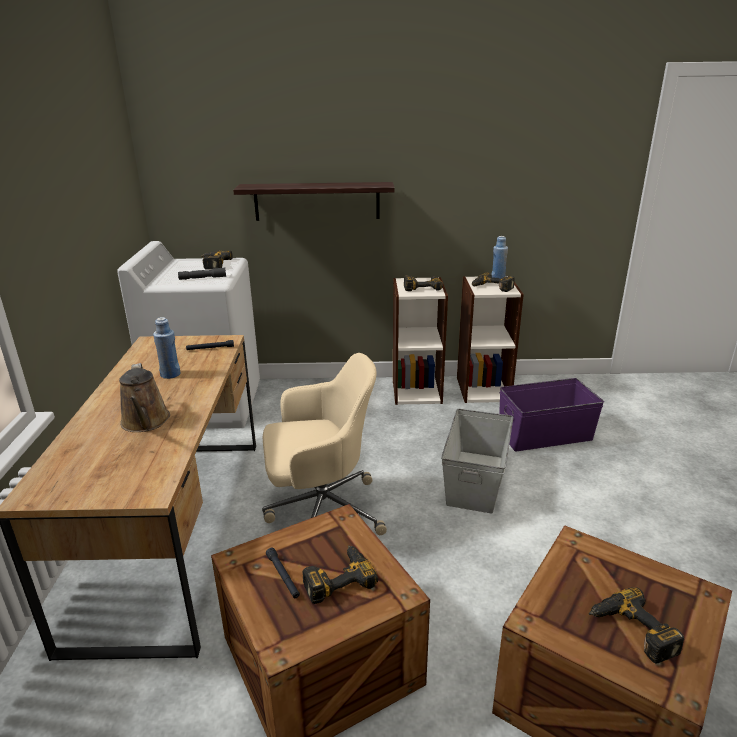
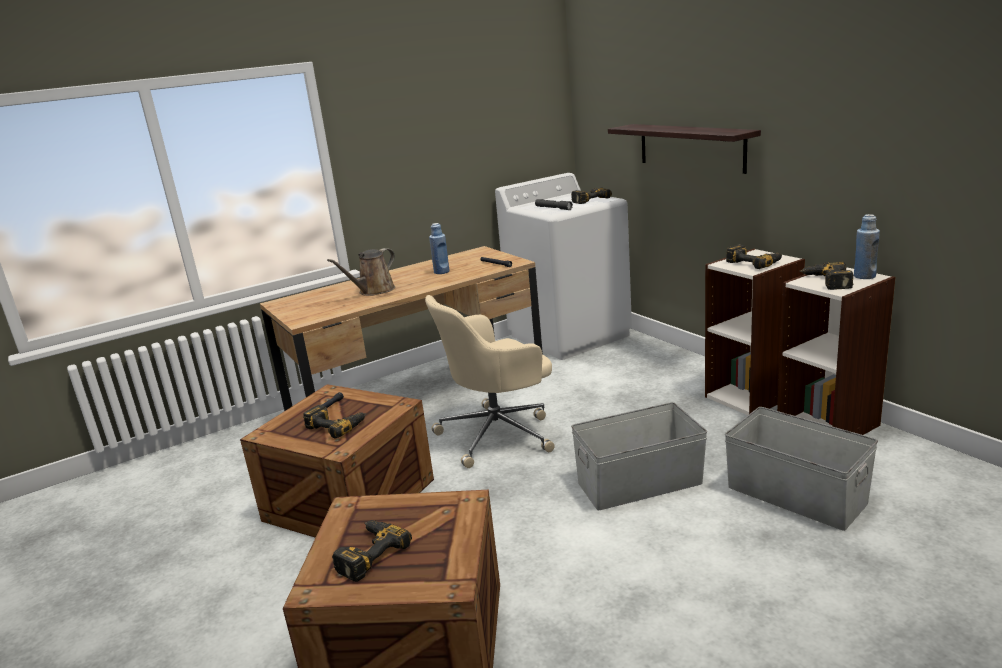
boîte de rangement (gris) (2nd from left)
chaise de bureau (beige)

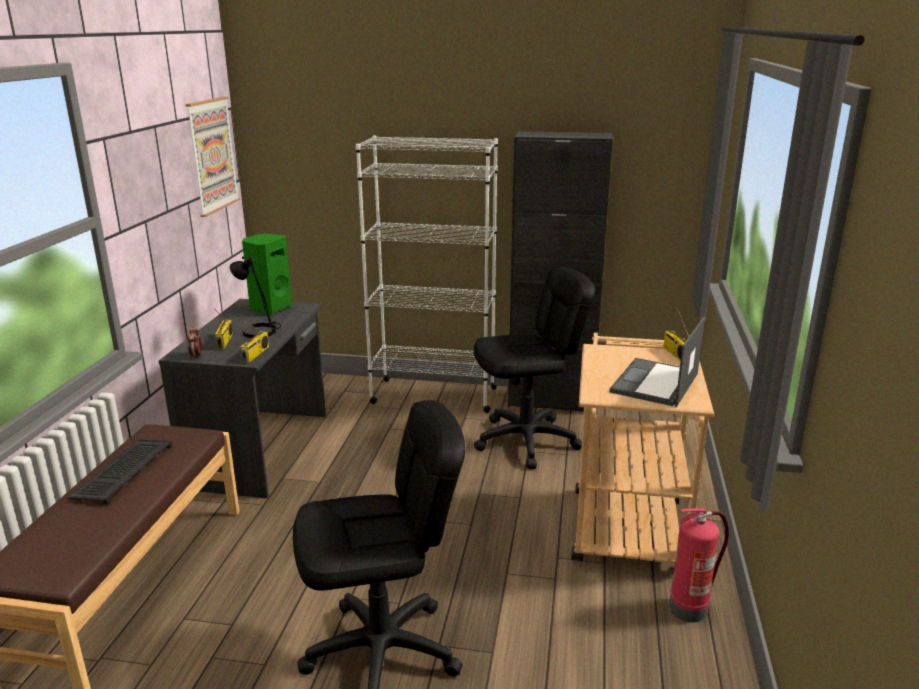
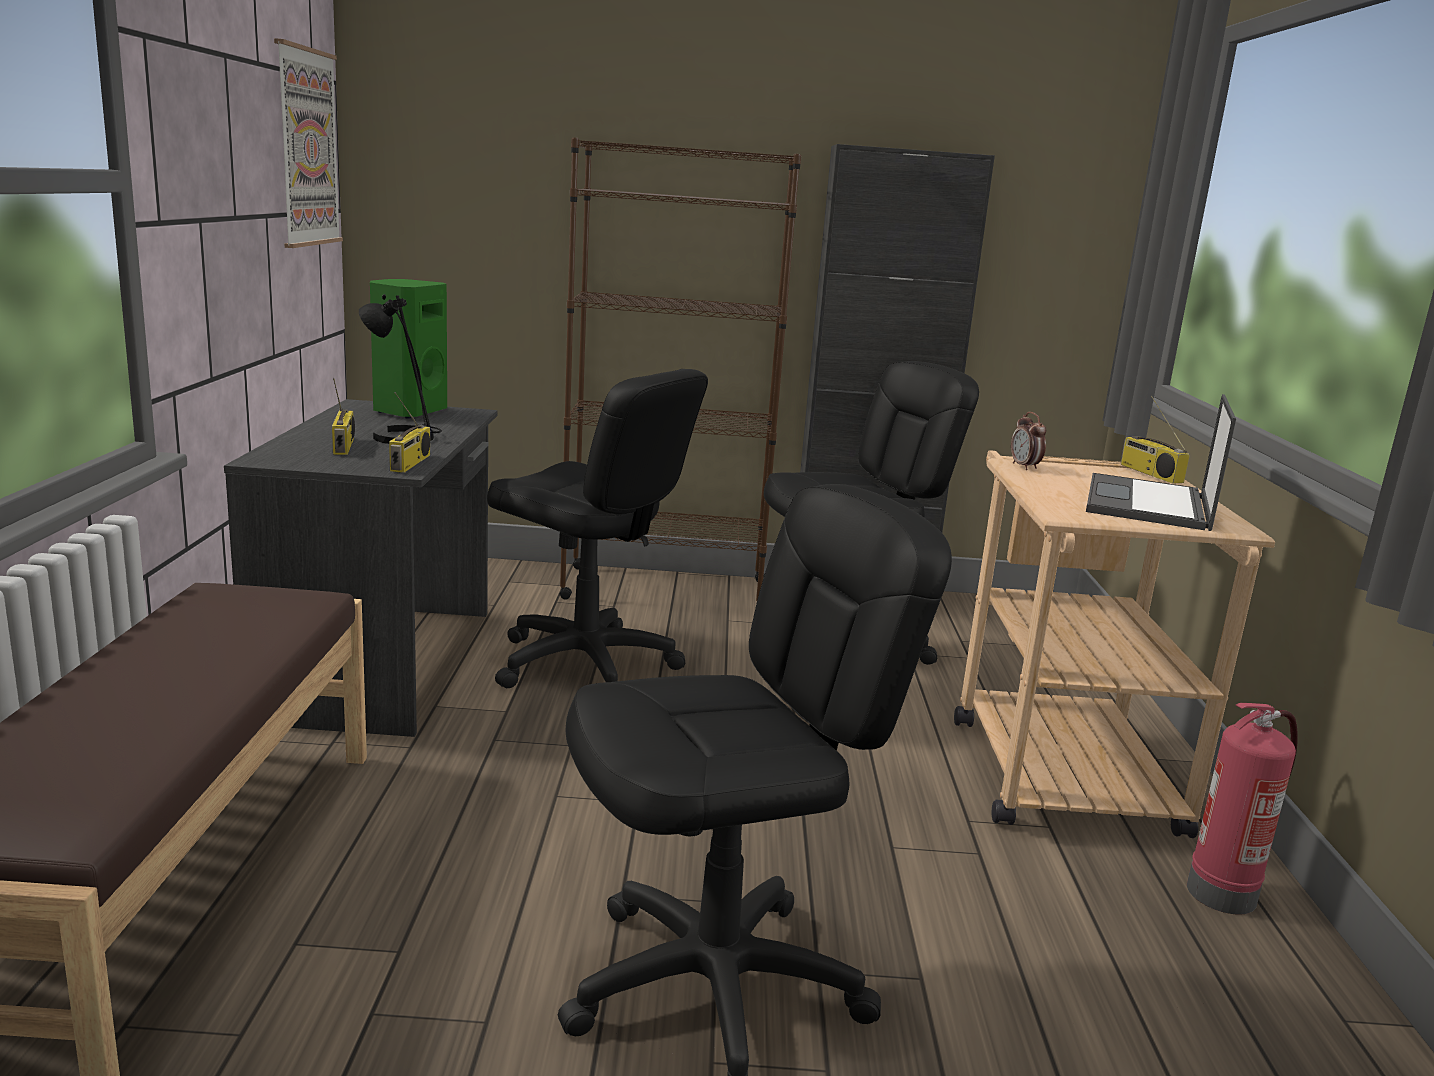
clavier
chaise de bureau (noir) (1st from left)
réveil
bibliothèque (marron)

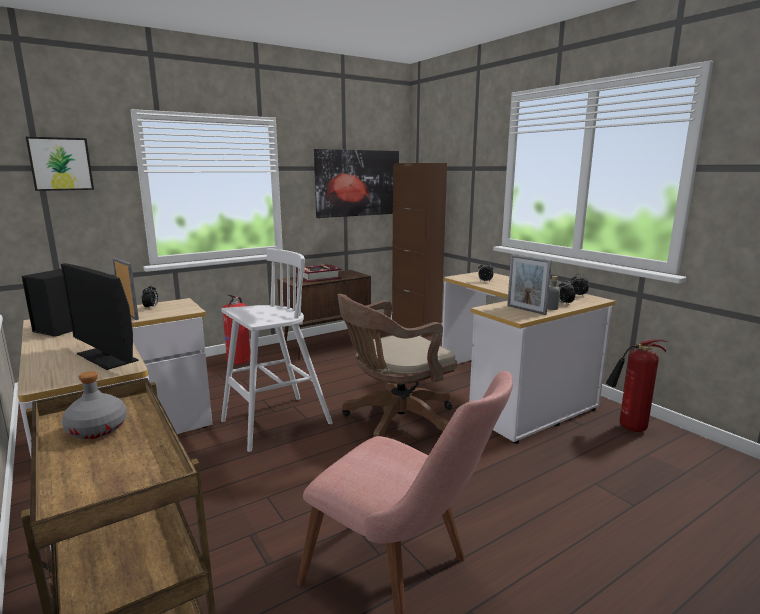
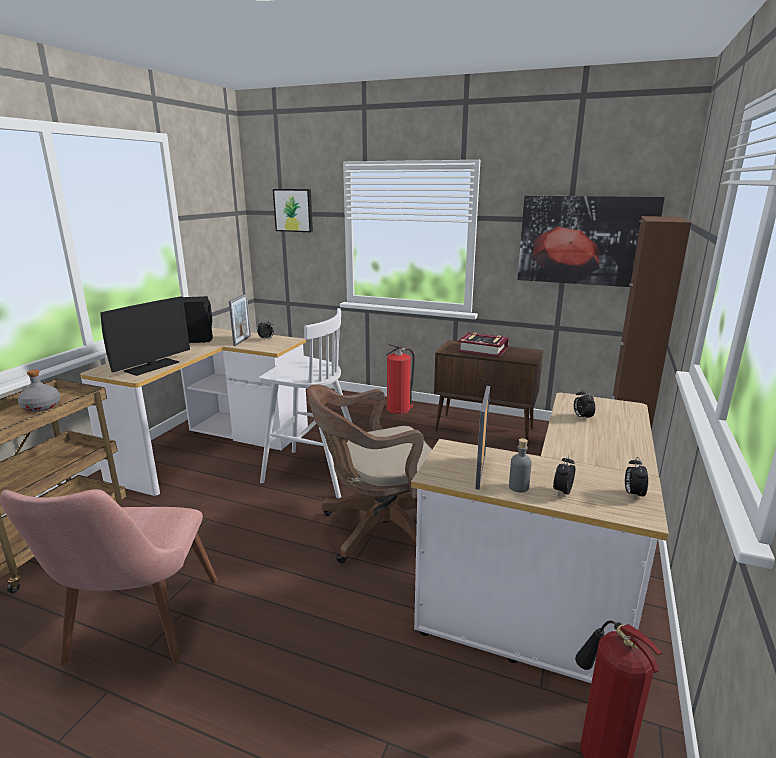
écran d'ordinateur
chaise de bureau (marron)

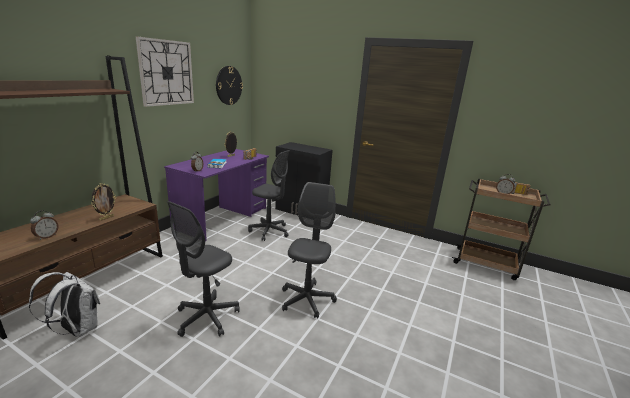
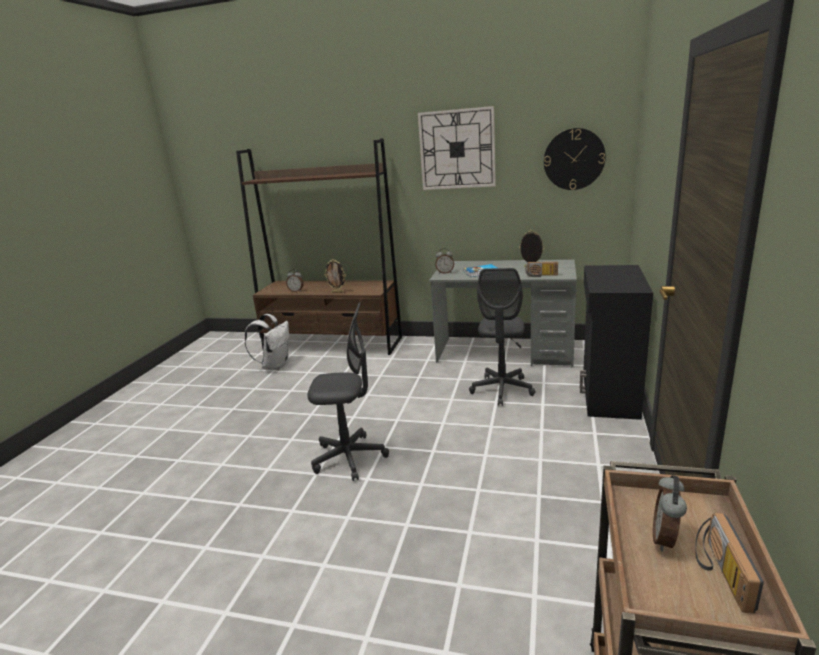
chaise de bureau (gris) (1st from left in the first image)
bureau (gris)

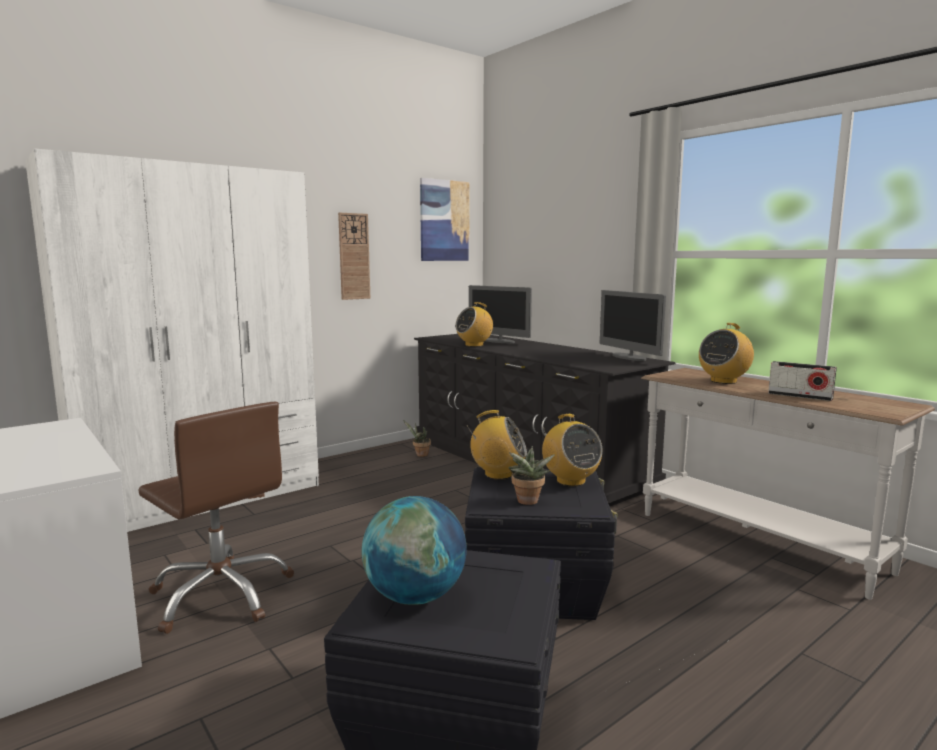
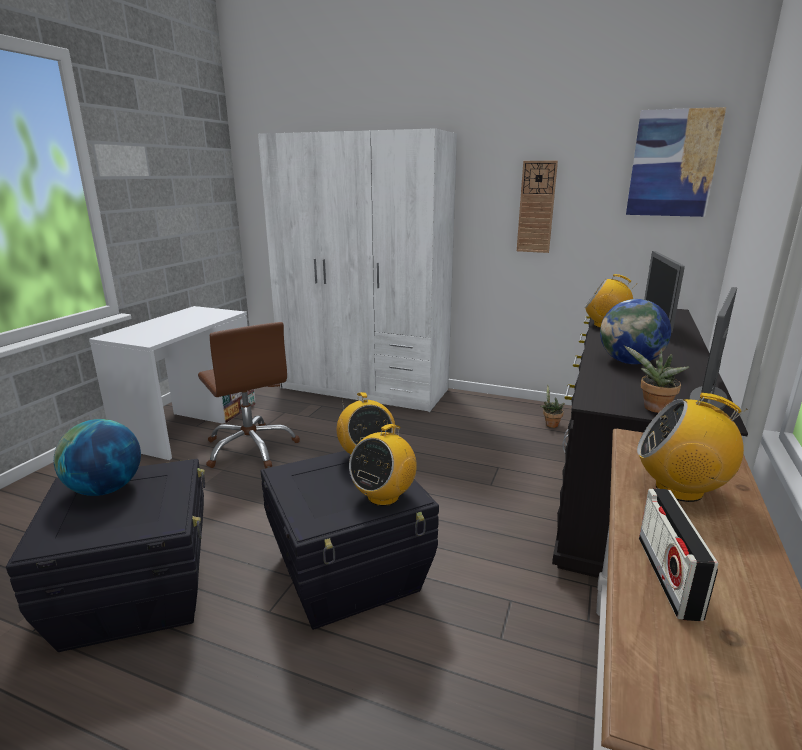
globe (2nd from left)
plante en pot (2nd from left)
chaise de bureau (marron)

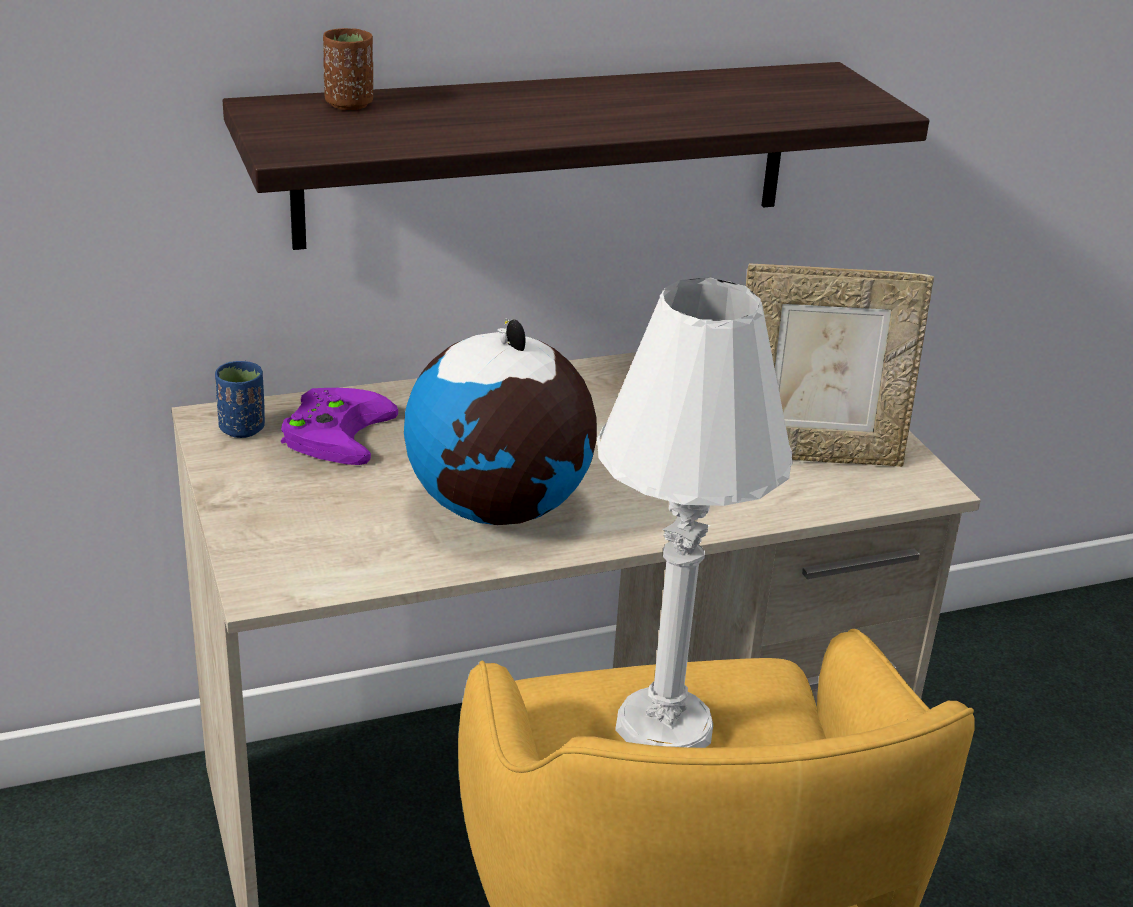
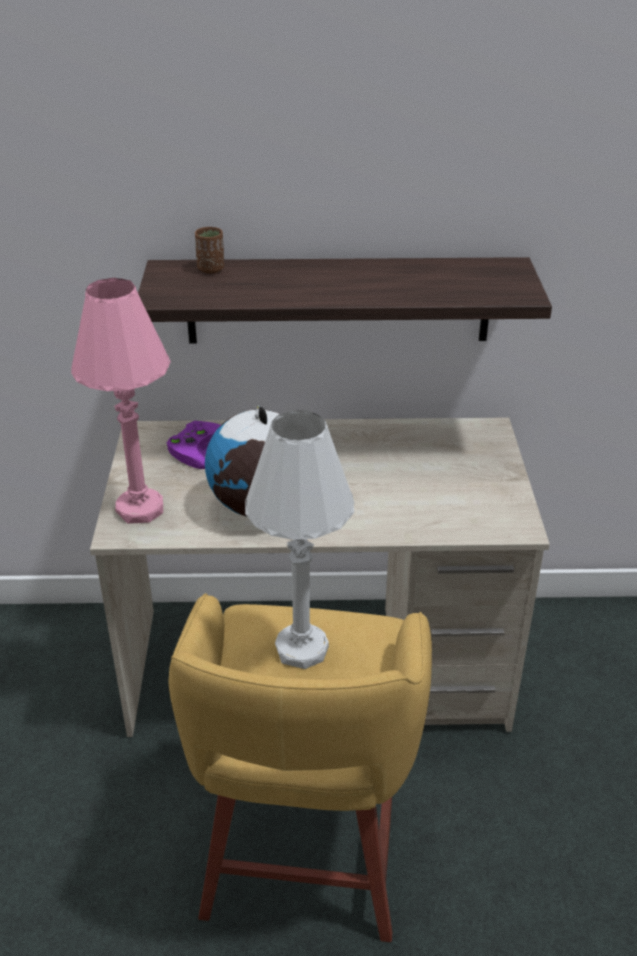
tasse (bleu)
cadre photo
lampe de table (rose)

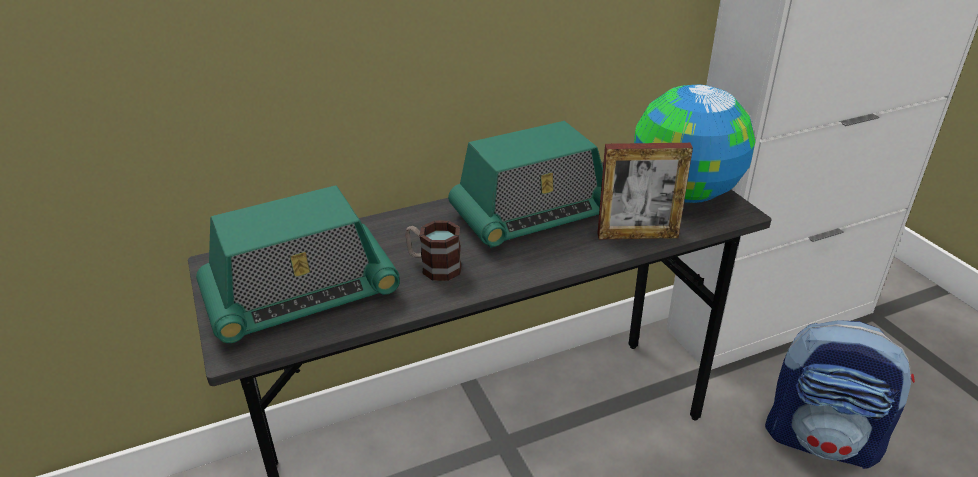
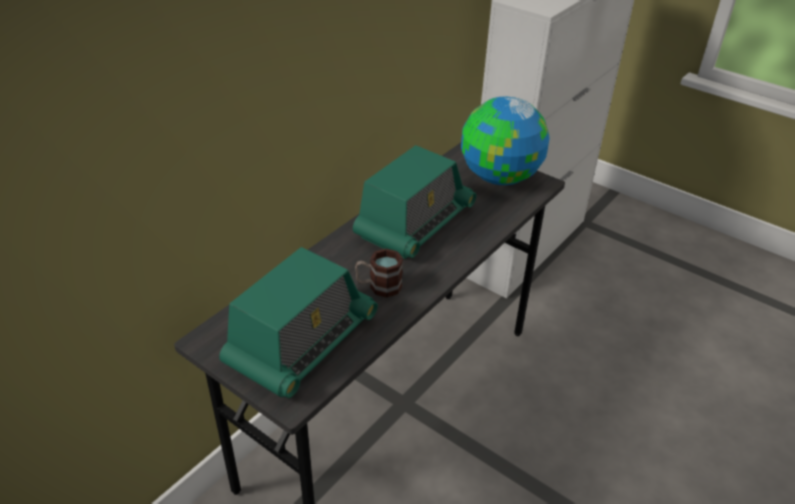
cadre photo
sac à dos

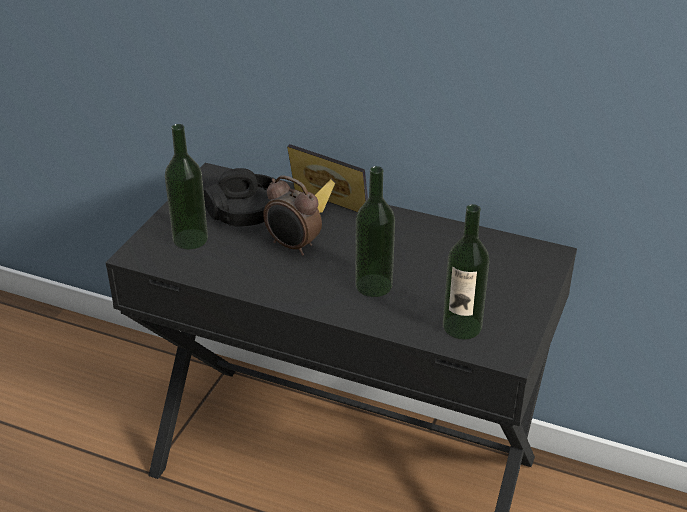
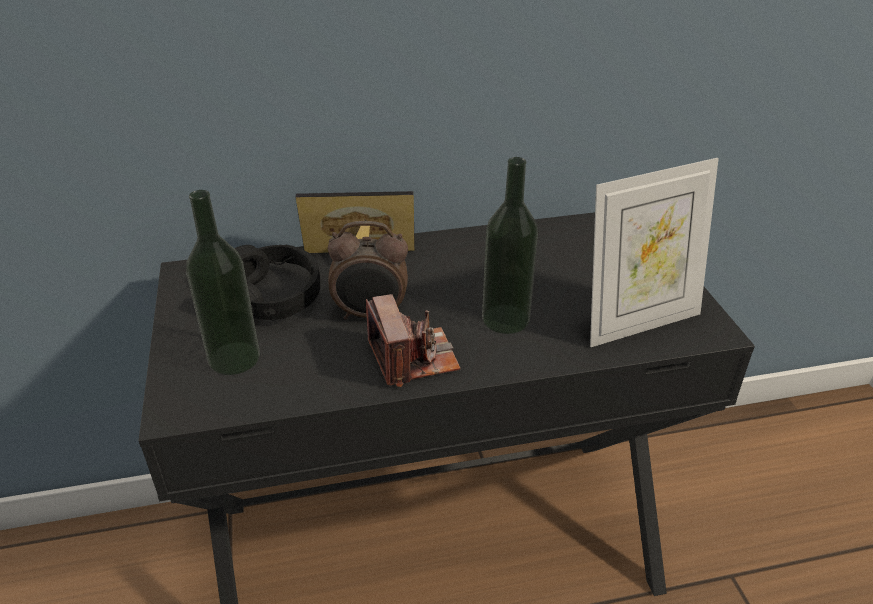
appareil photo
cadre photo (2nd from left)

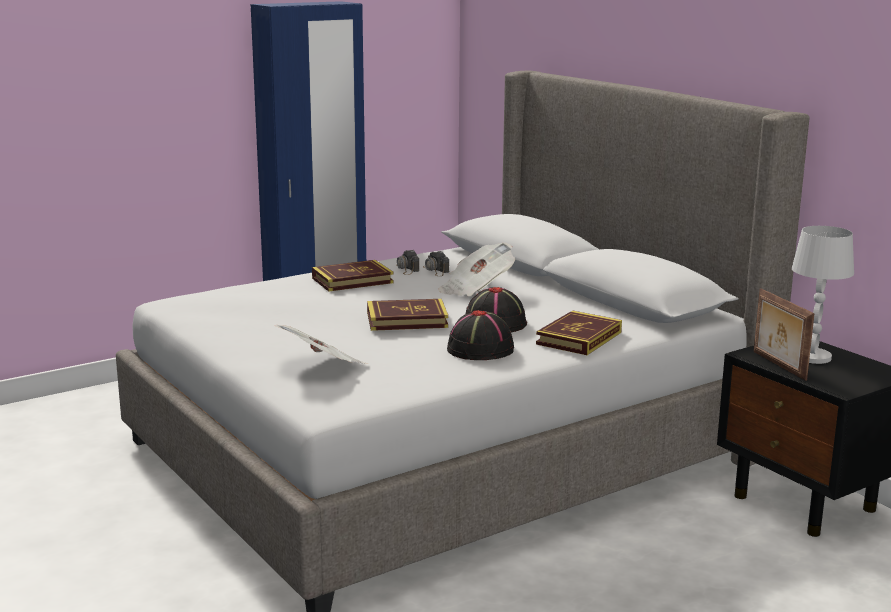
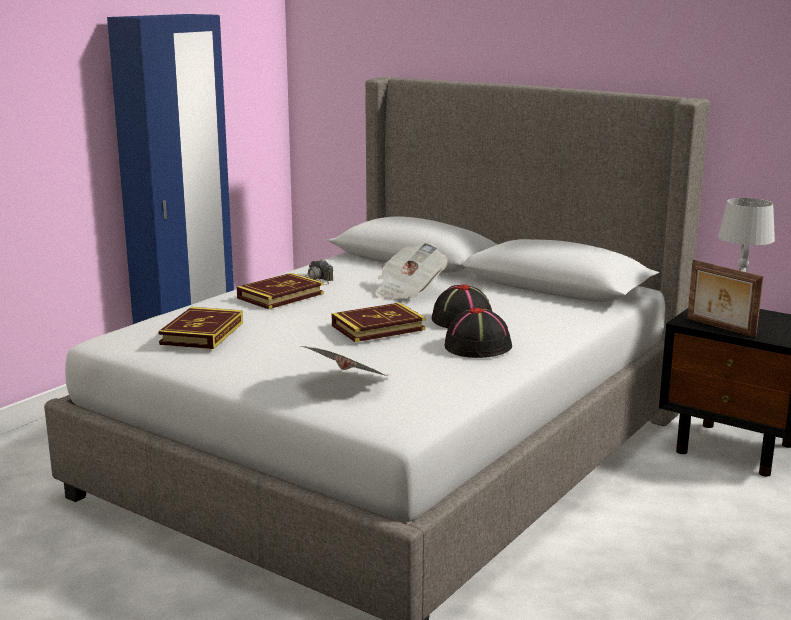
appareil photo (2nd from left in the first image)
livre (1st from left)

